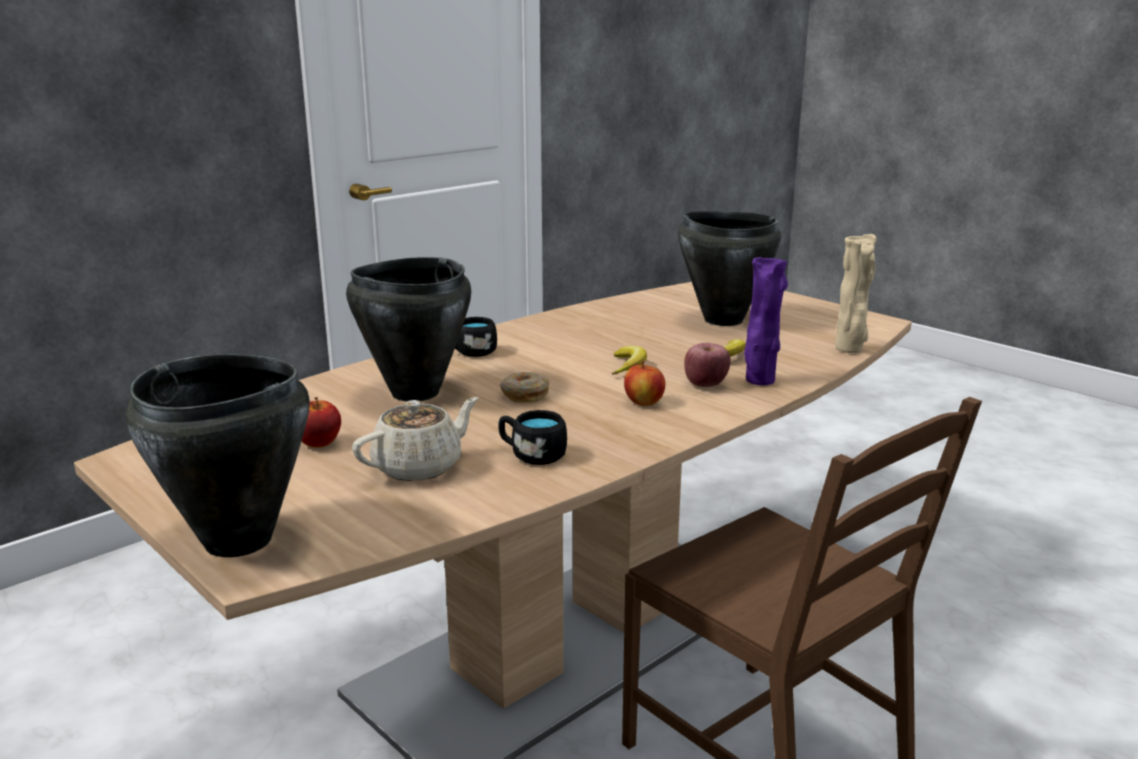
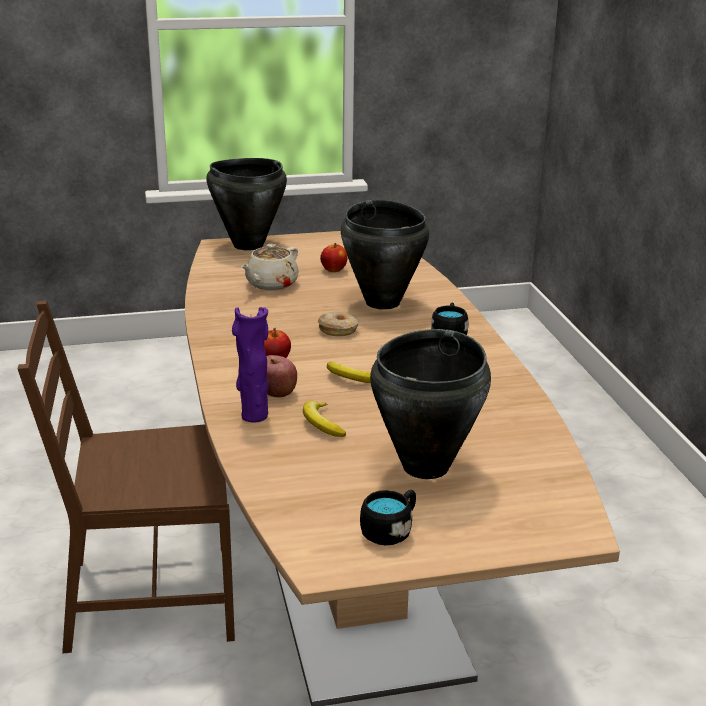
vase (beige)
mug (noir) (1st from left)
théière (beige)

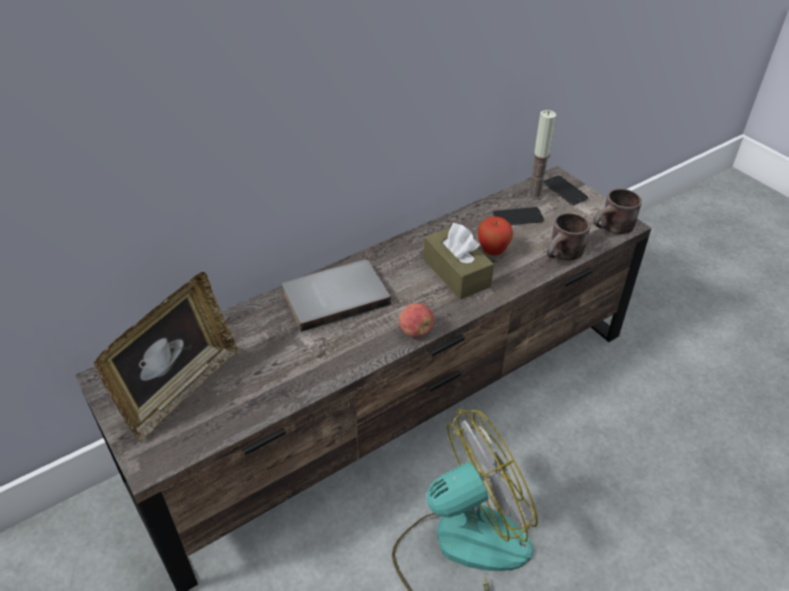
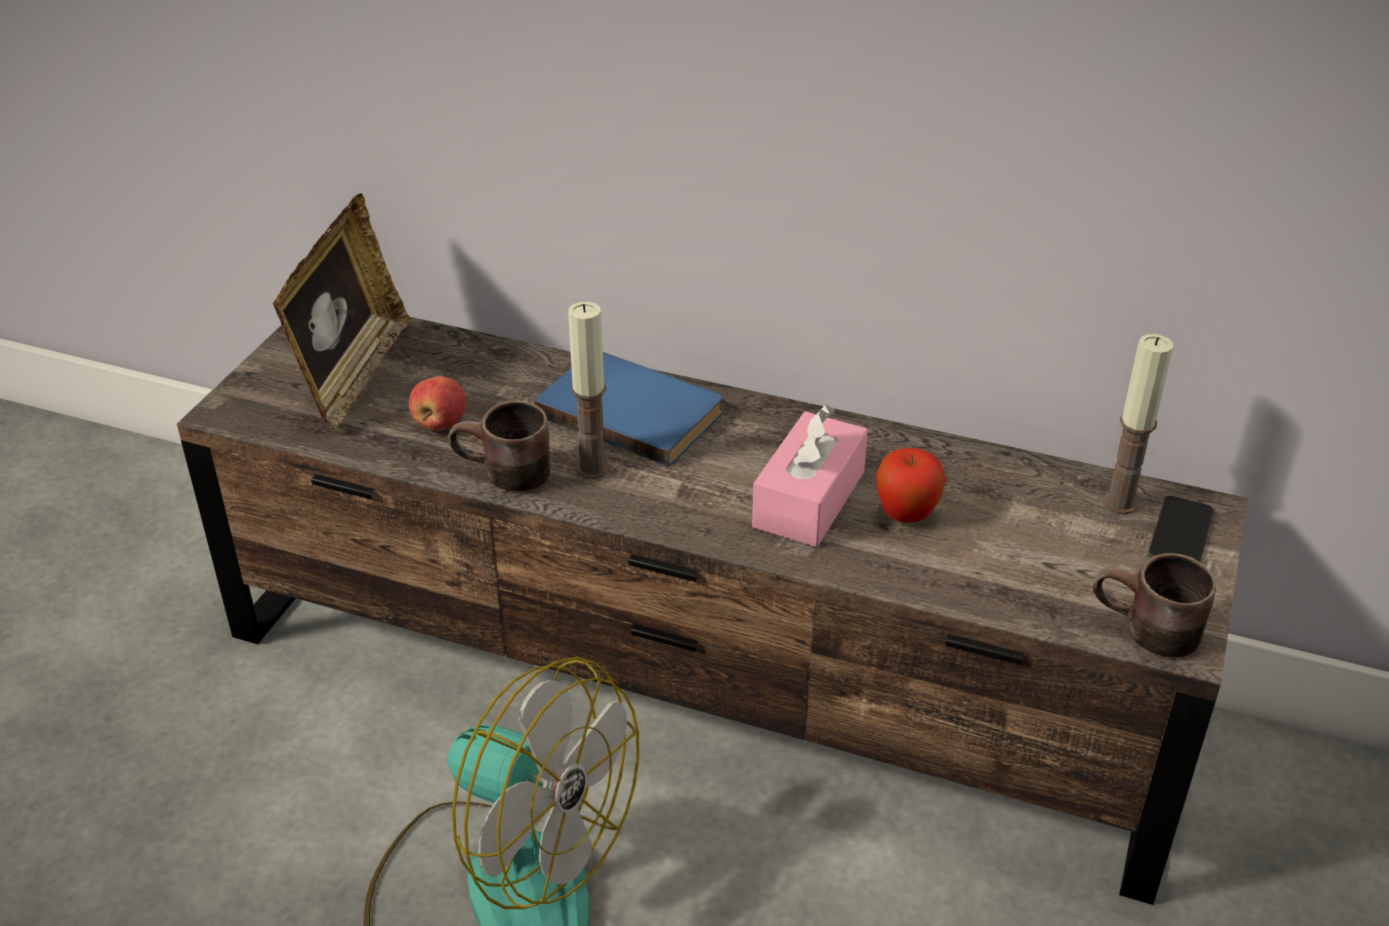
téléphone (1st from left in the first image)
bougie (1st from left)
pomme (1st from left)
mug (marron) (1st from left)
livre (bleu)
boîte à mouchoirs (rose)
cadre photo

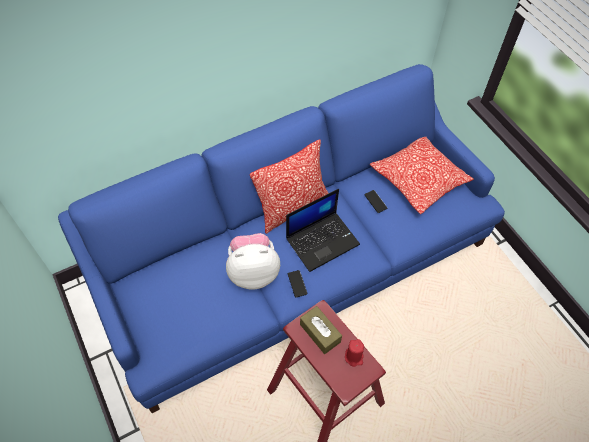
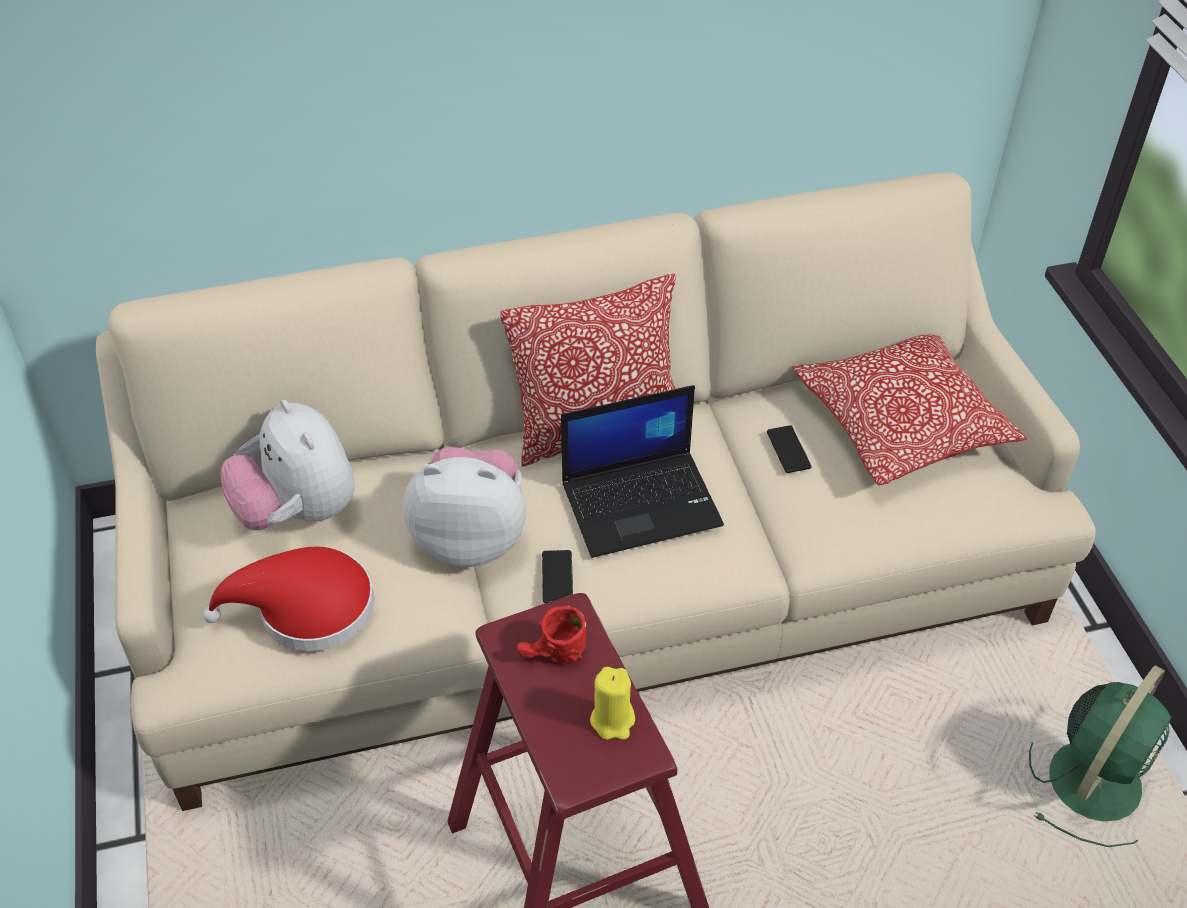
chapeau (rouge)
peluche (1st from left)
ventilateur (vert)
mug (rouge)
canapé (beige)
bougie (jaune)

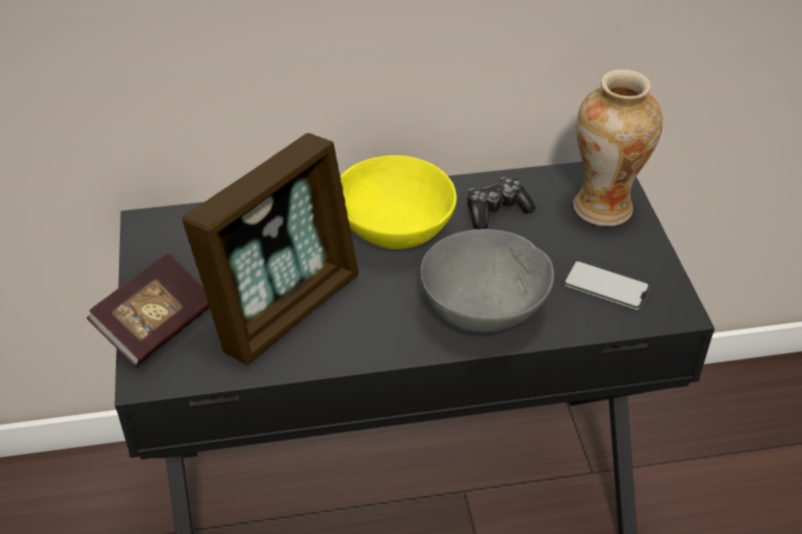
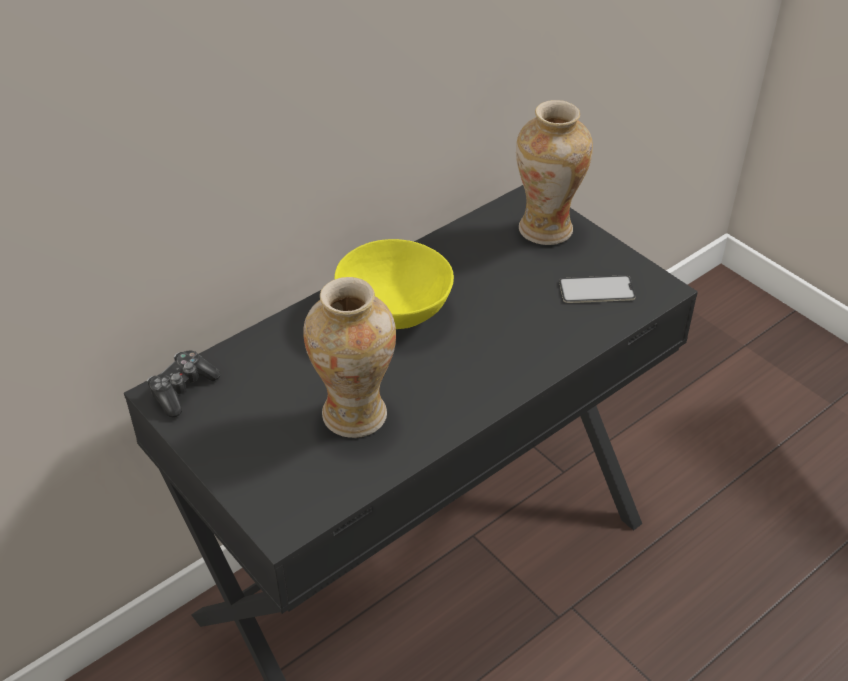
livre
bol (gris)
manette
vase (1st from left)

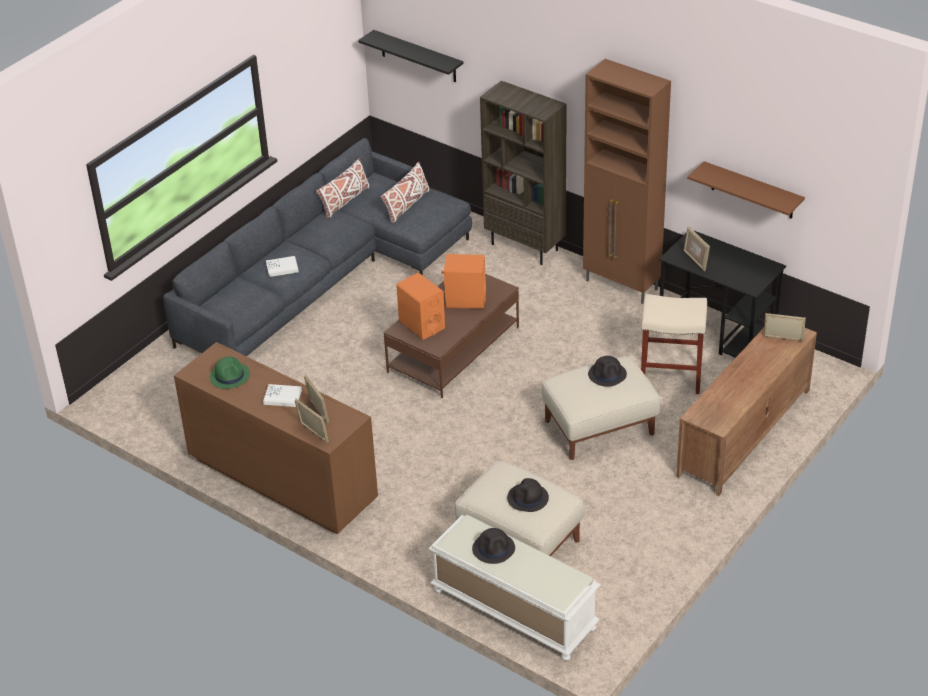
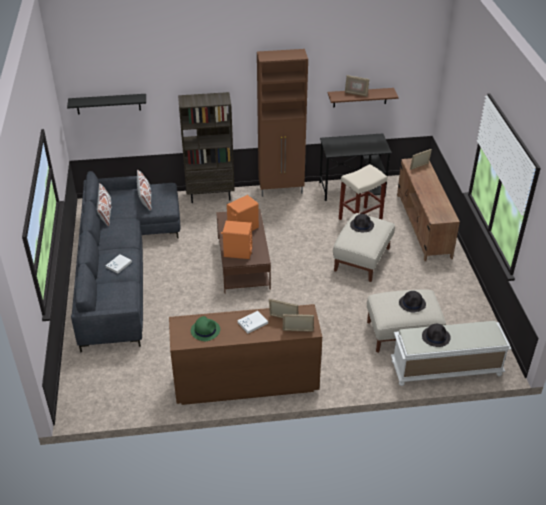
cadre photo (3rd from left)

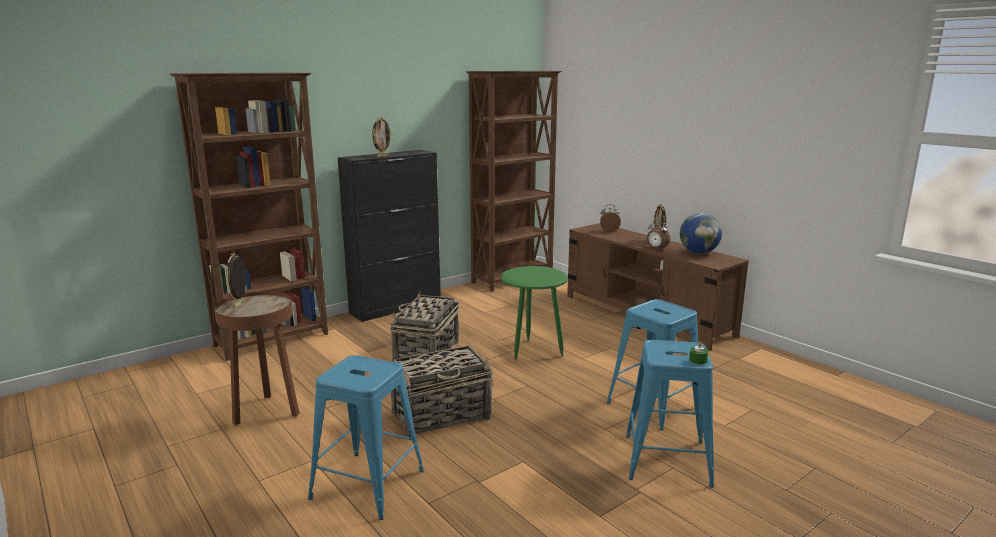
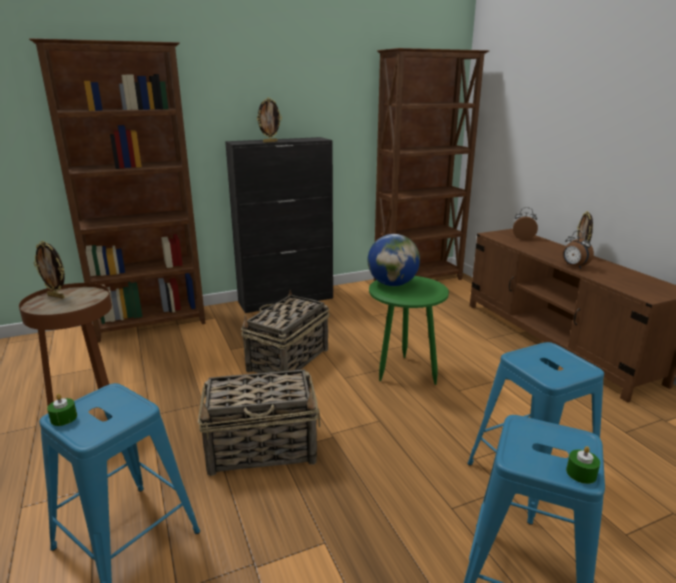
bougie (vert) (1st from left)
globe
cadre photo (1st from left)

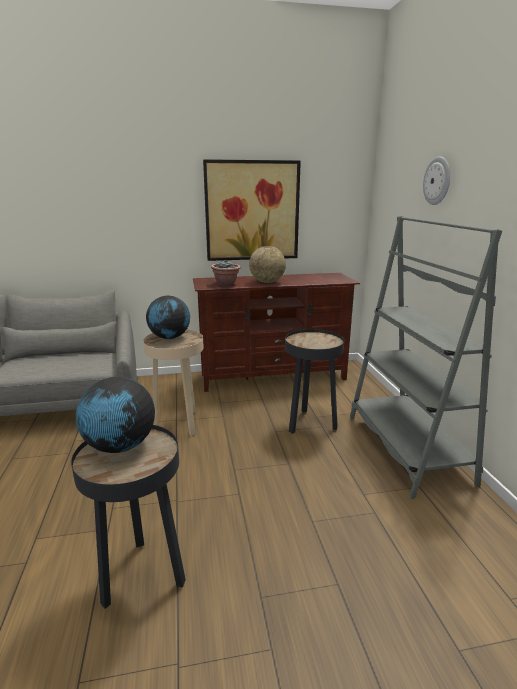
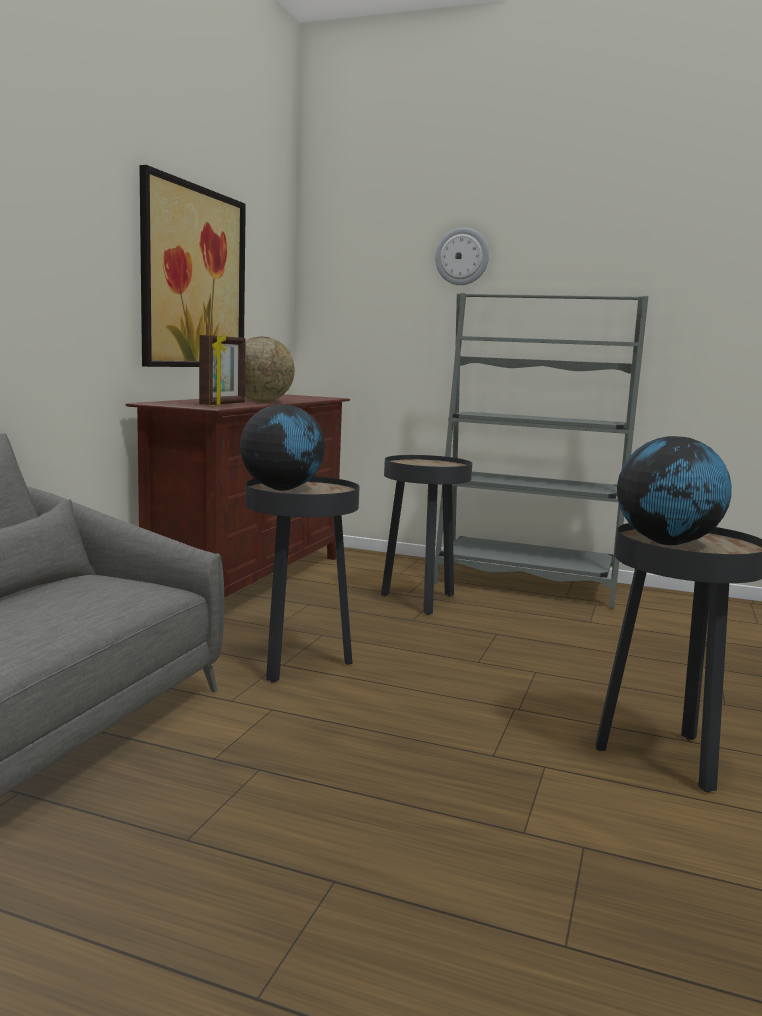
cadre photo
table d'appoint (noir) (1st from left)

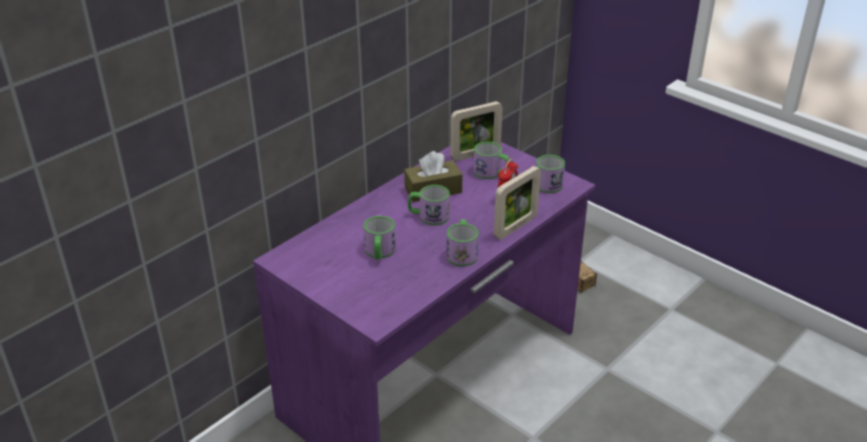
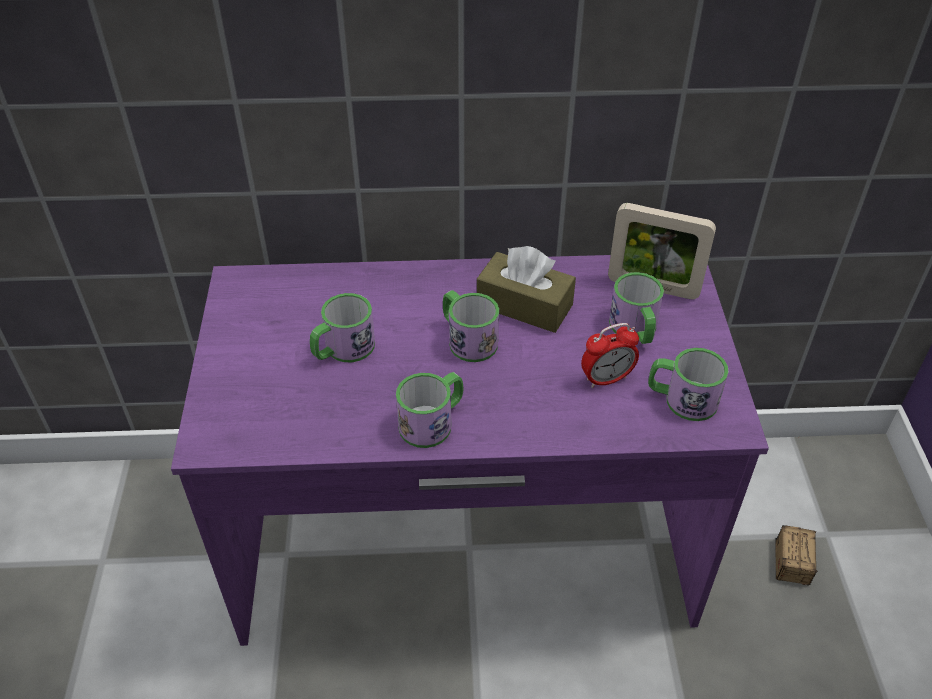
cadre photo (2nd from left in the first image)

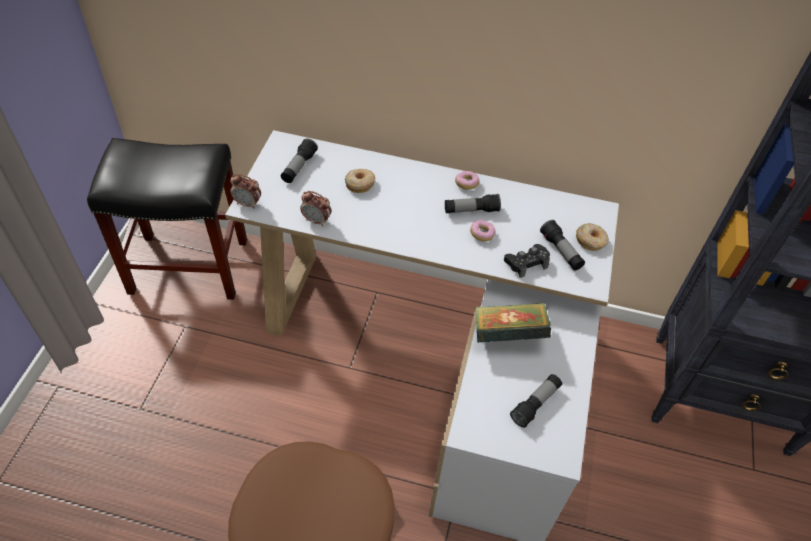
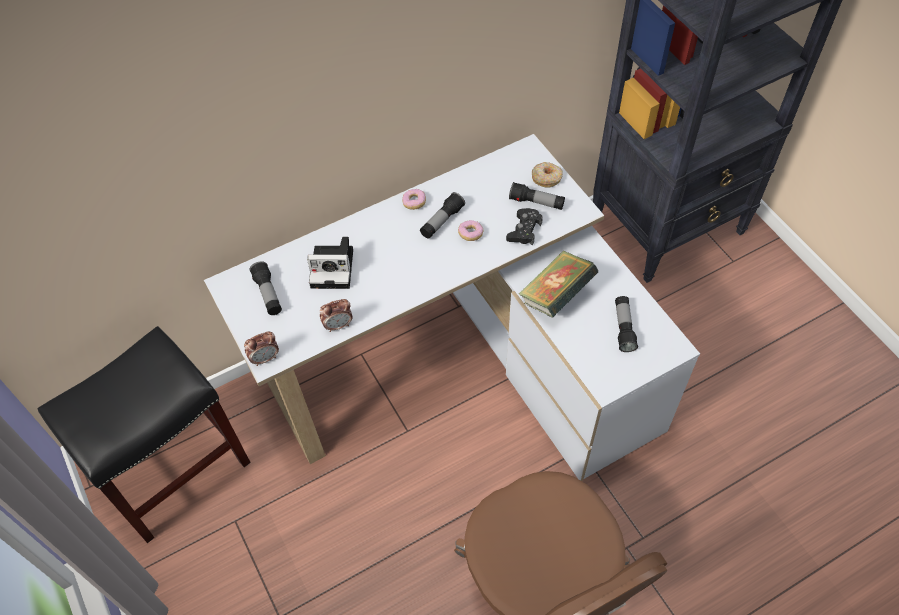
appareil photo

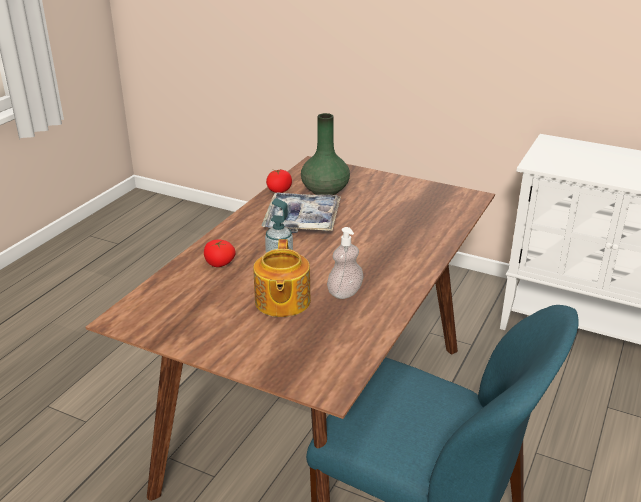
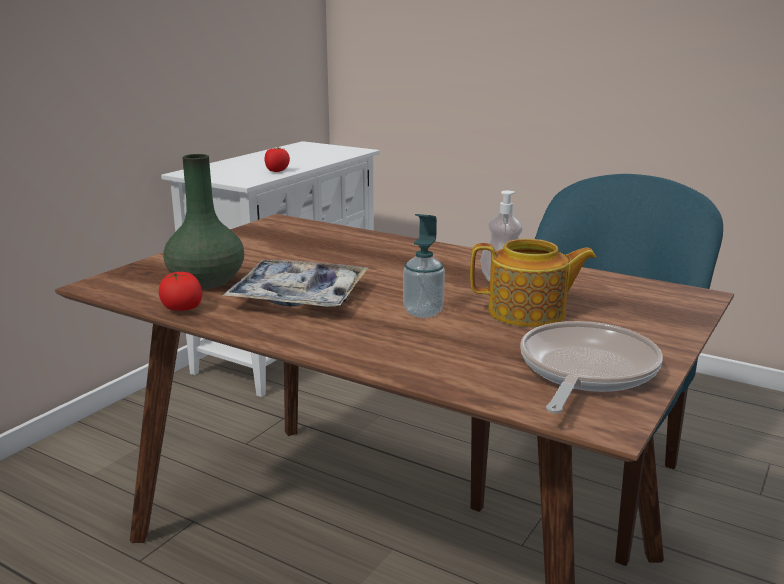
poêle
tomate (2nd from left)

